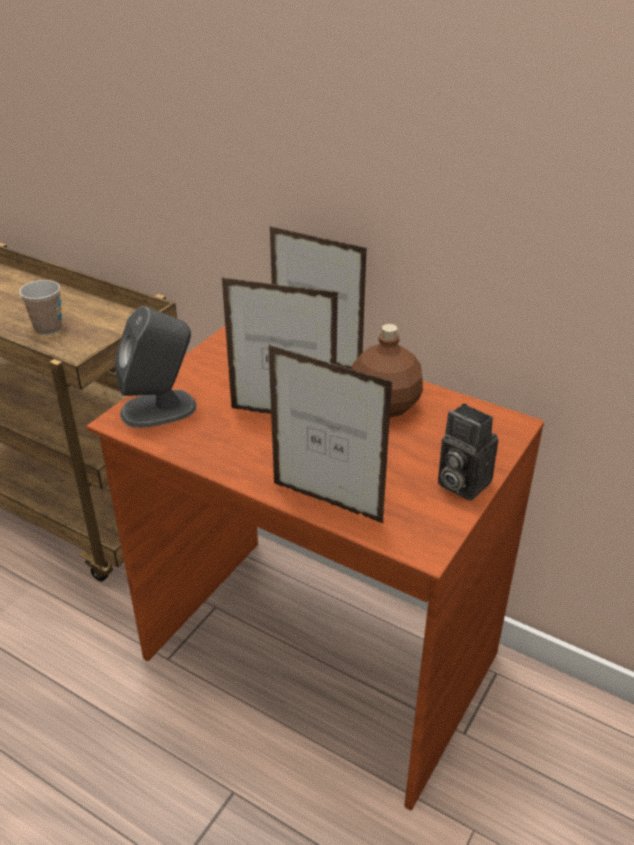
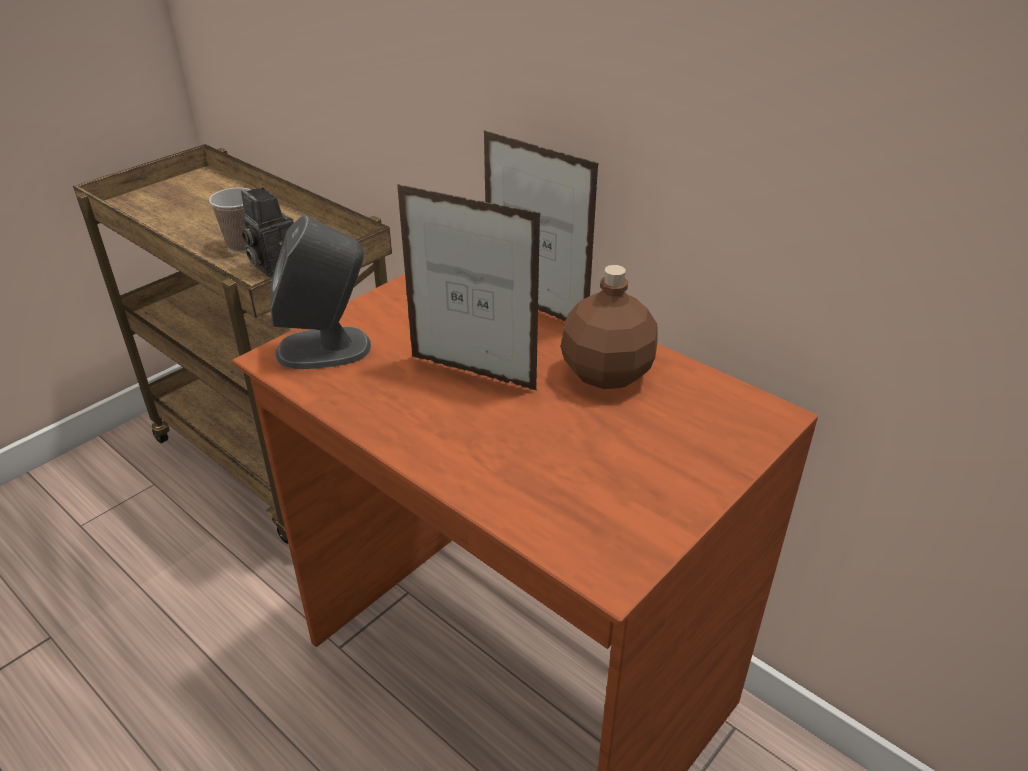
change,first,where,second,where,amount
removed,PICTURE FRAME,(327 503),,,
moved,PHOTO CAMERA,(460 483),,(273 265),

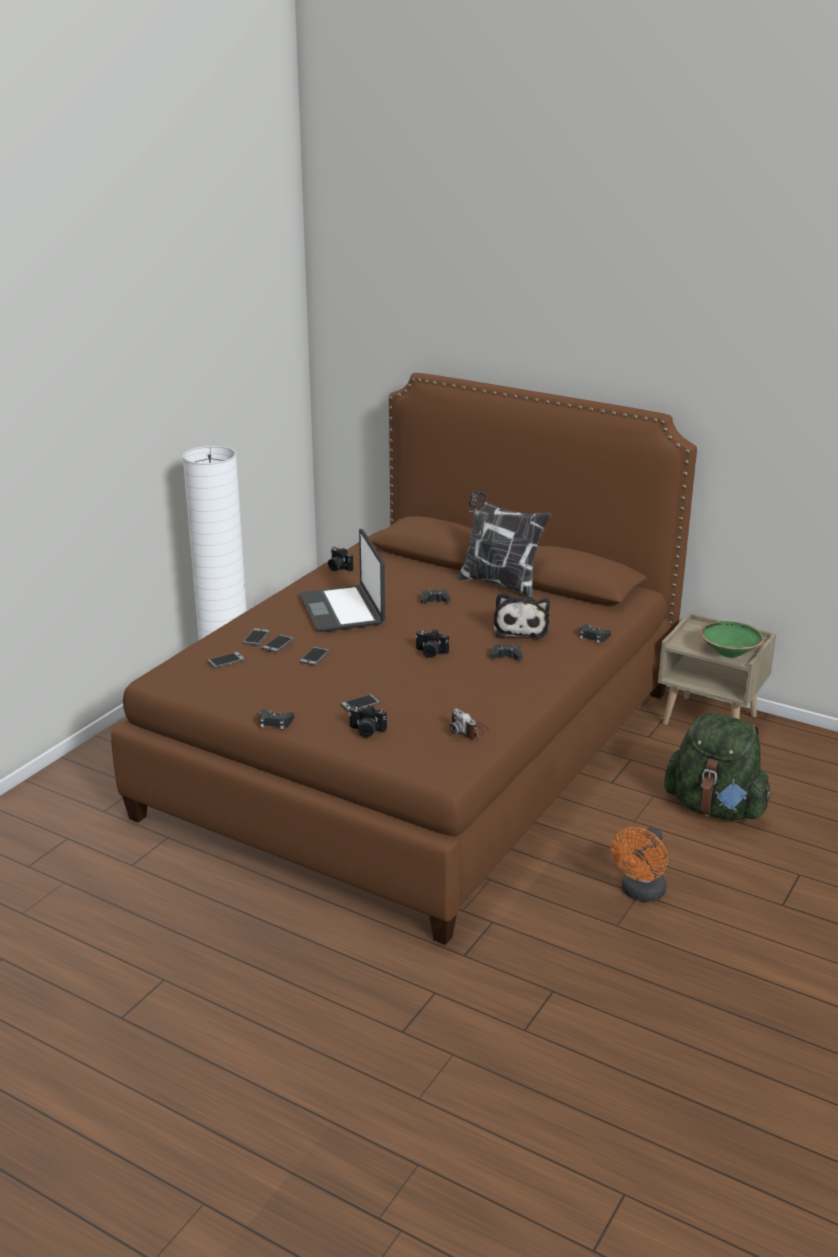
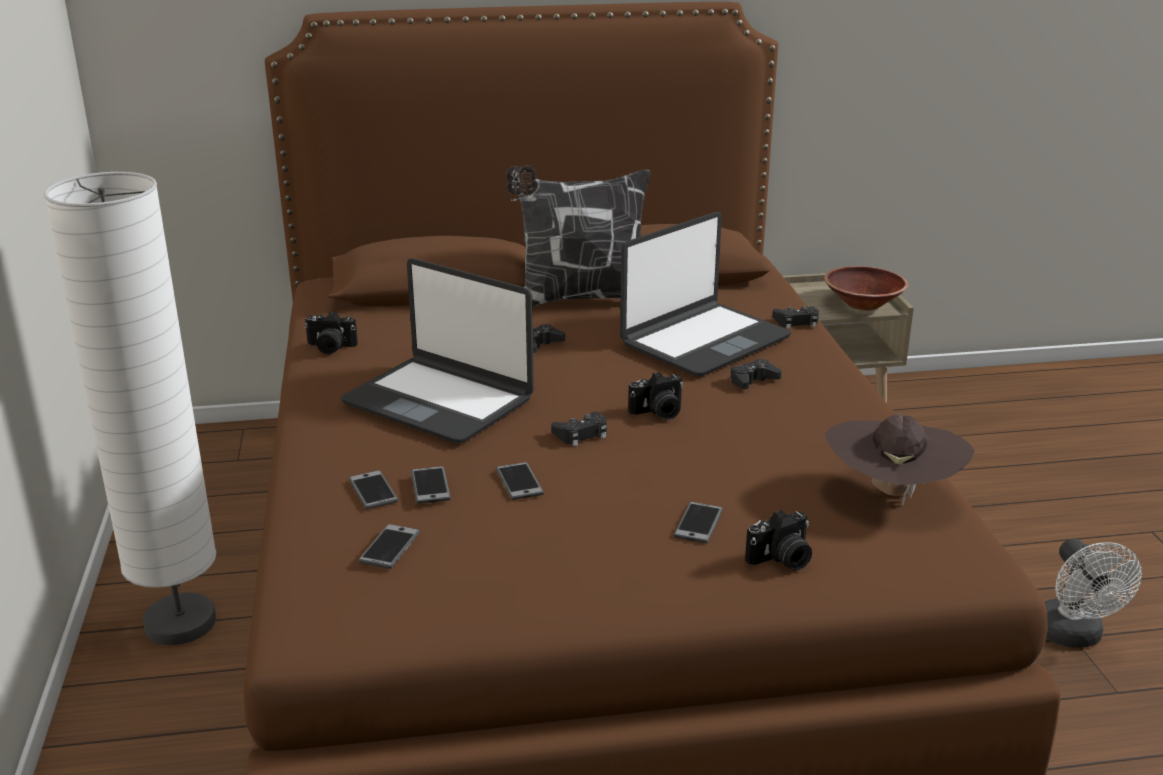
change,first,where,second,where,amount
removed,GREEN BACKPACK,(715 808),,,
moved,BLACK GAME CONTROLLER,(275 722),,(581 434),
replaced,PHOTO CAMERA,(469 730),BROWN HAT,(892 494),
replaced,PLUSH TOY,(521 628),LAPTOP,(704 341),
recoloured,ORANGE FAN,(640 893),WHITE FAN,(1073 636),
recoloured,GREEN BOWL,(729 651),BROWN BOWL,(863 304),

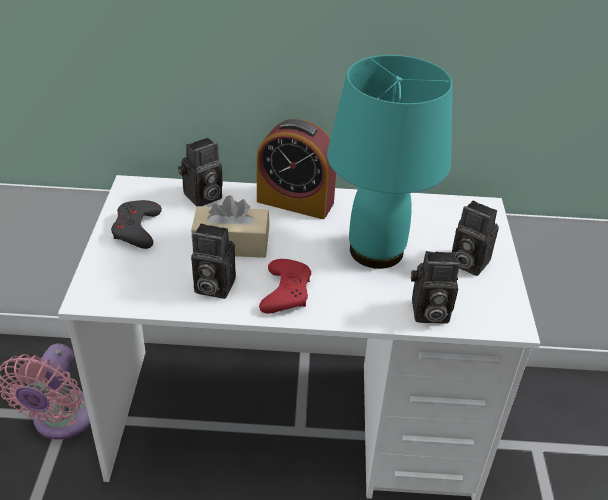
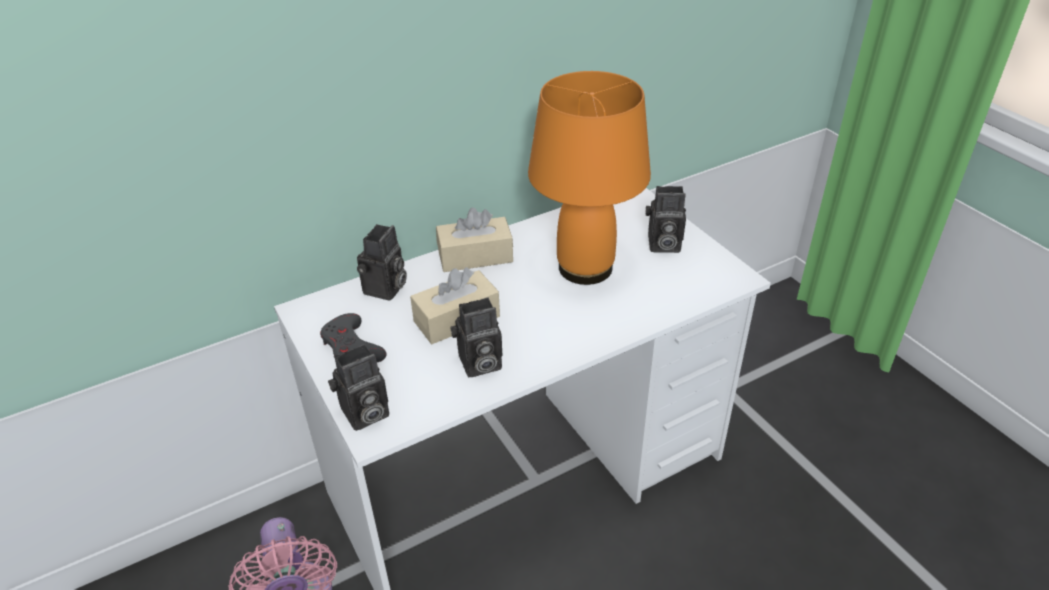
change,first,where,second,where,amount
removed,RED GAME CONTROLLER,(286 291),,,
moved,PHOTO CAMERA,(428 313),,(364 415),
replaced,ALARM CLOCK,(295 202),BEIGE TISSUE BOX,(475 256),
recoloured,TURQUOISE TABLE LAMP,(376 252),ORANGE TABLE LAMP,(586 269),

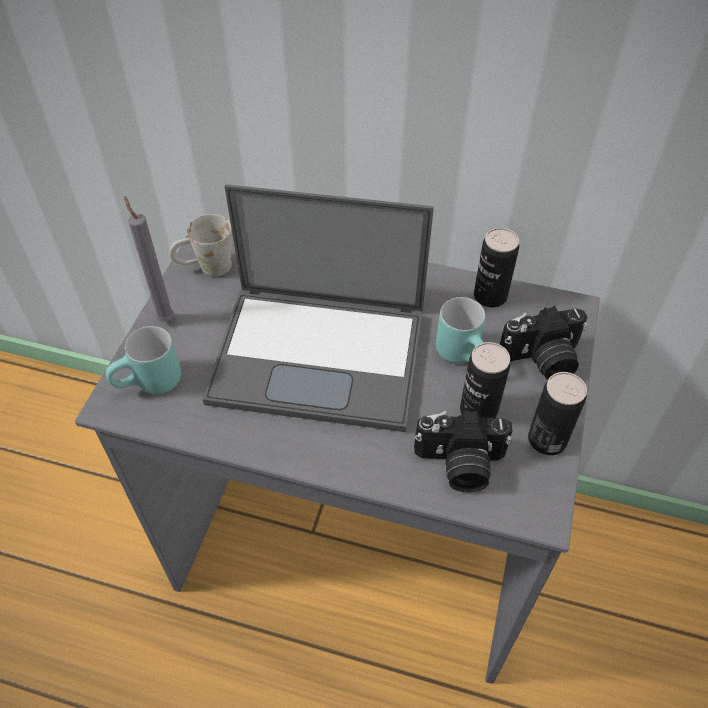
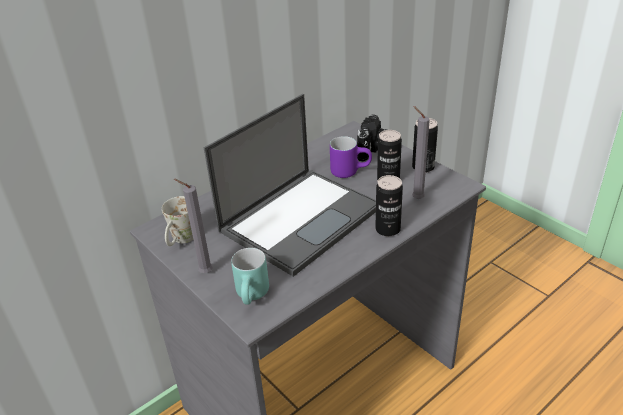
change,first,where,second,where,amount
moved,CAN,(490 296),,(387 229),
replaced,PHOTO CAMERA,(459 465),GREY CANDLE,(416 198),
recoloured,TURQUOISE MUG,(465 355),PURPLE MUG,(350 171),

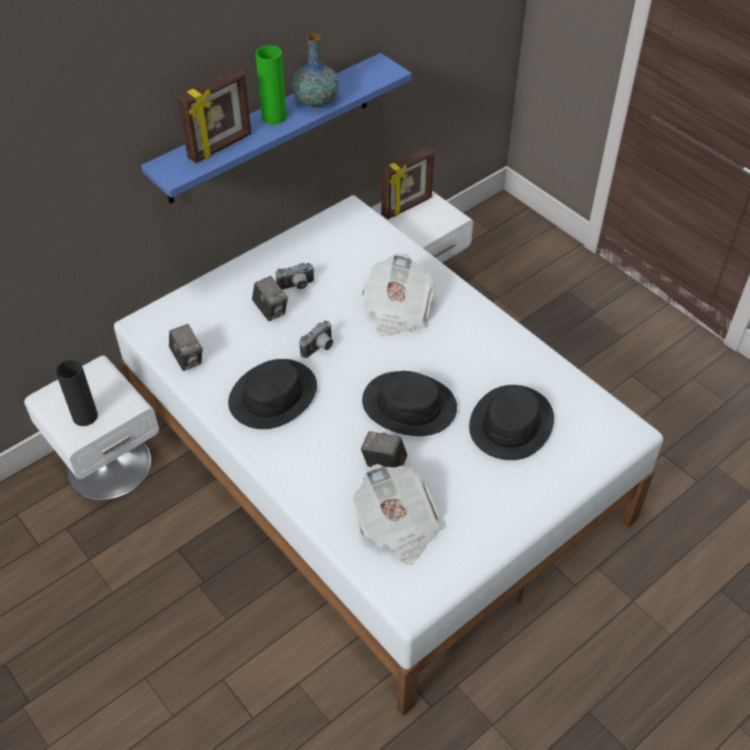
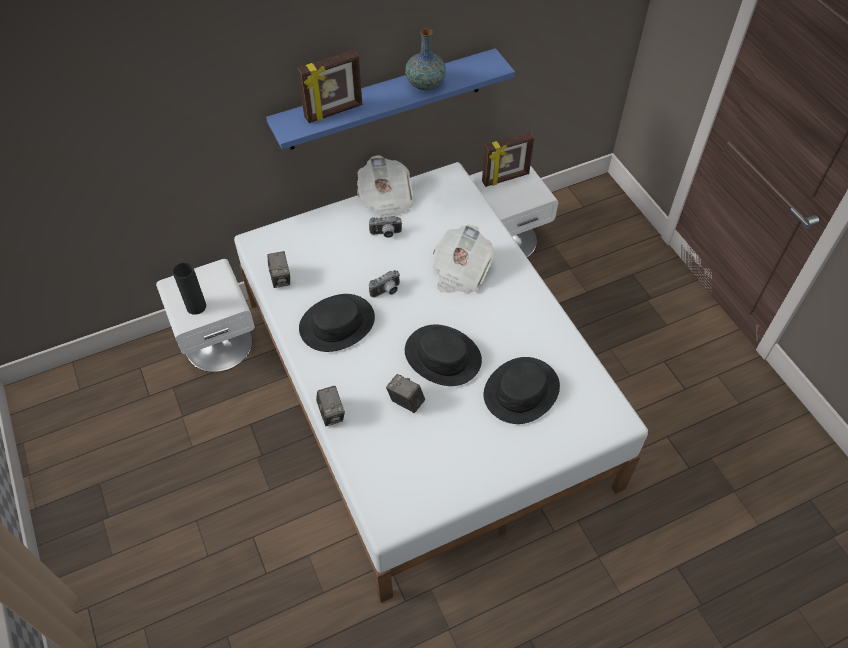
change,first,where,second,where,amount
removed,GREEN VASE,(274 117),,,
moved,PHOTO CAMERA,(271 310),,(331 414),
moved,NEWSPAPER,(397 526),,(385 200),

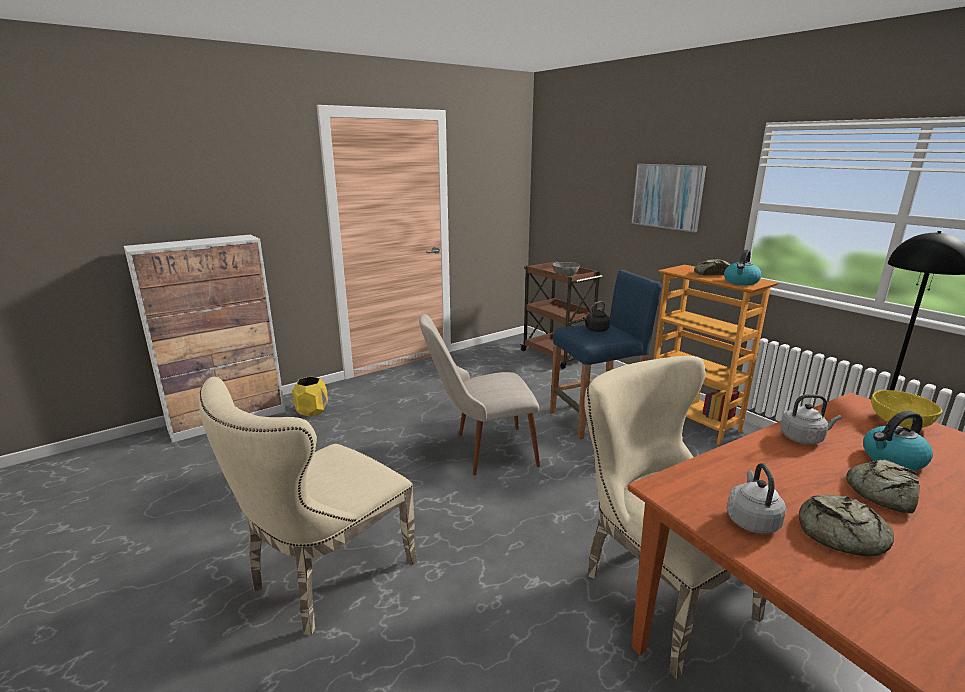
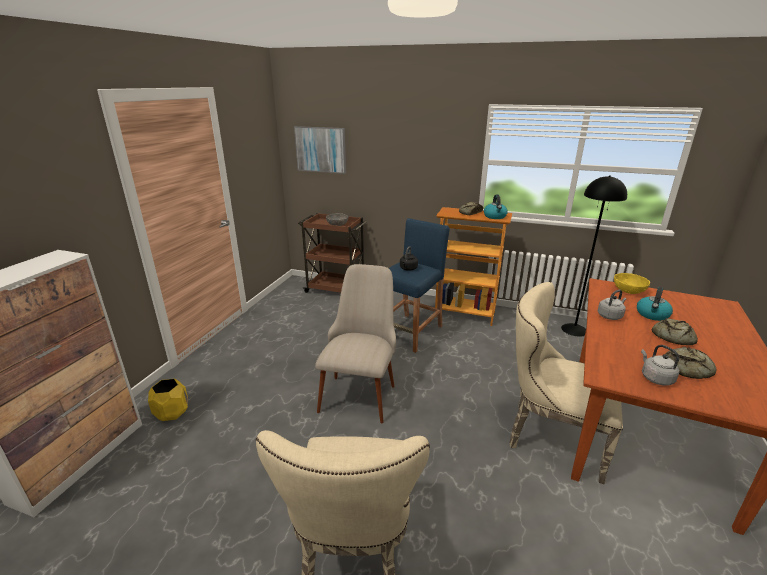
change,first,where,second,where,amount
moved,PICTURE,(667 196),,(321 149),
turned,BEIGE CHAIR,(481 451),,(361 389),150 degrees clockwise

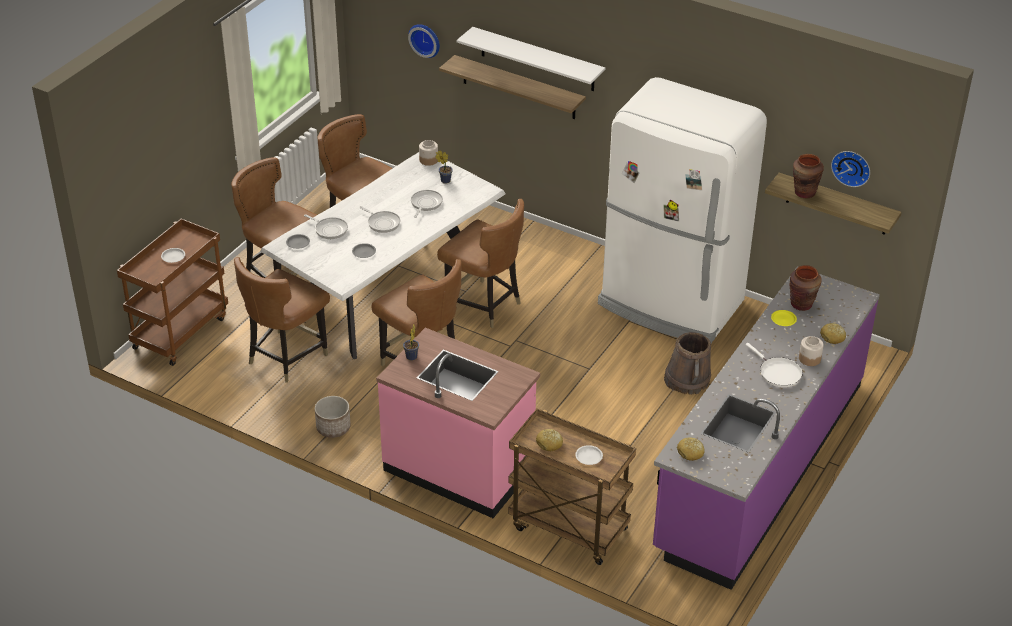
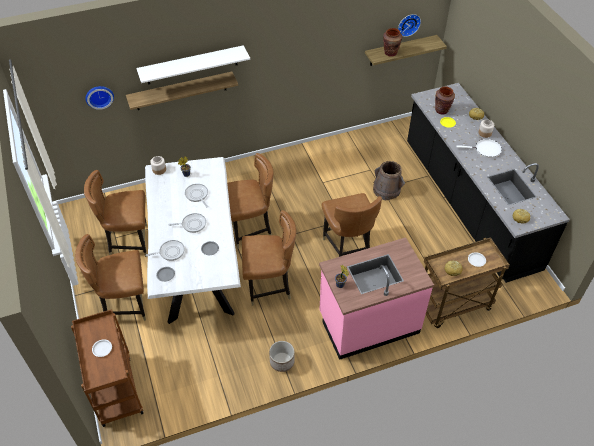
change,first,where,second,where,amount
removed,WHITE FRIDGE,(670 304),,,
moved,BROWN CHAIR,(286 357),,(347 248),
recoloured,PURPLE COUNTER,(759 465),BLACK COUNTER,(468 204),

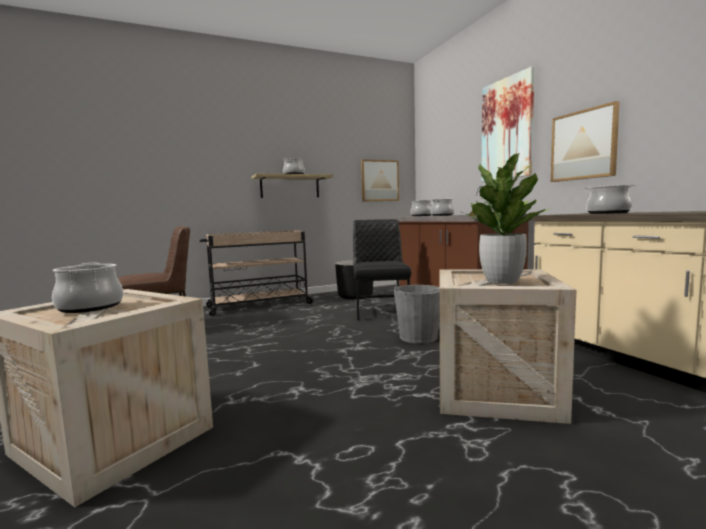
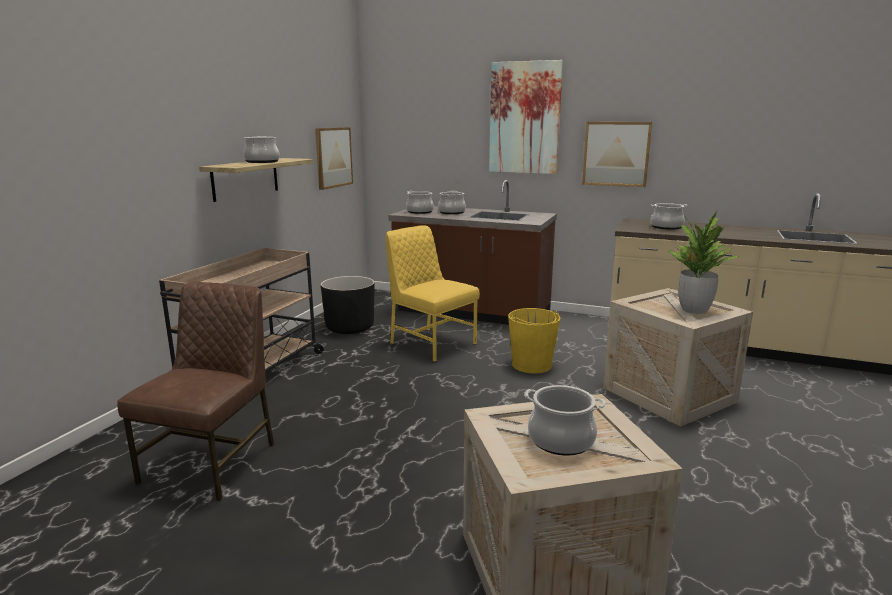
change,first,where,second,where,amount
recoloured,BLACK CHAIR,(380 312),YELLOW CHAIR,(431 343),
recoloured,GREY BUCKET,(418 337),YELLOW BUCKET,(531 365),

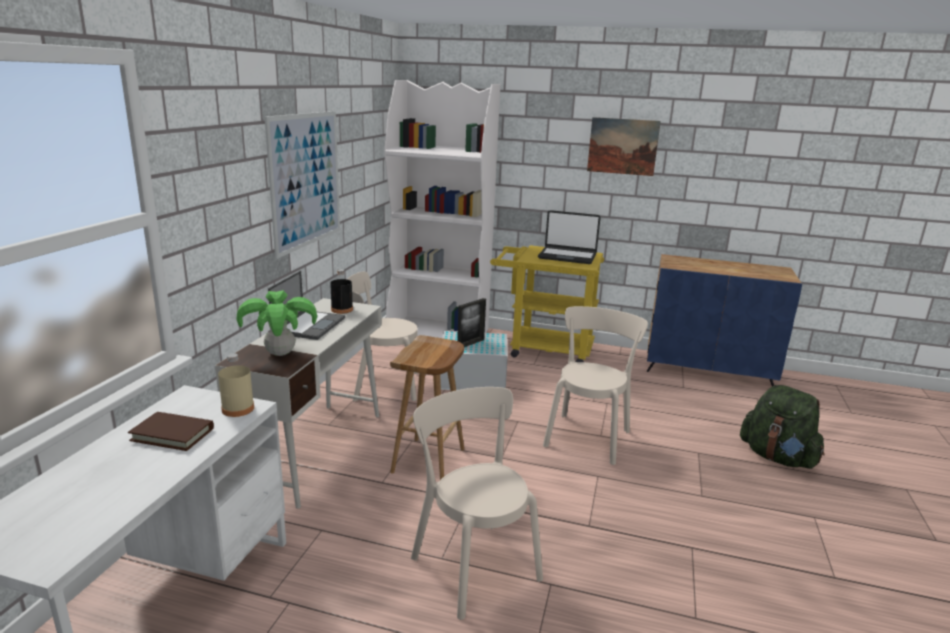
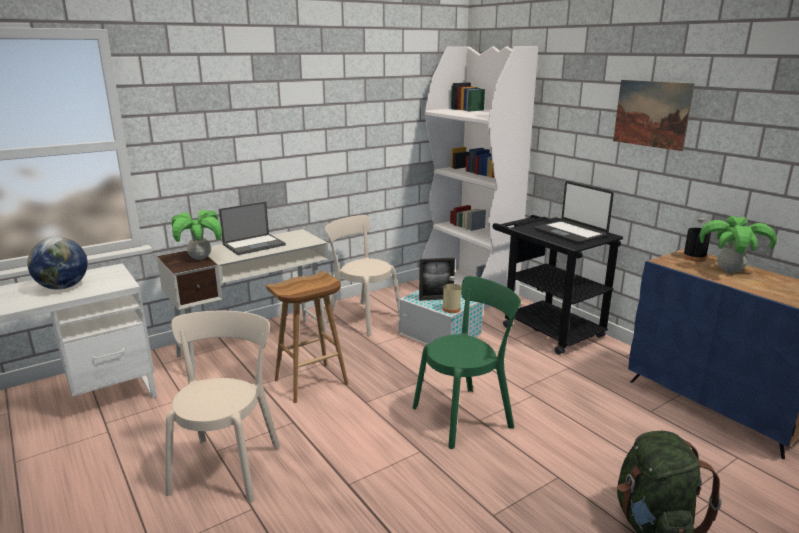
change,first,where,second,where,amount
removed,PICTURE,(306 180),,,
added,,,POTTED PLANT,(729 271),
moved,BEIGE BOTTLE,(238 409),,(451 309),
moved,BLACK BOTTLE,(342 309),,(694 257),
replaced,BROWN BOOK,(172 434),GLOBE,(63 287),
recoloured,YELLOW CART,(543 349),BLACK CART,(545 328),
recoloured,BEIGE CHAIR,(588 436),GREEN CHAIR,(466 416),

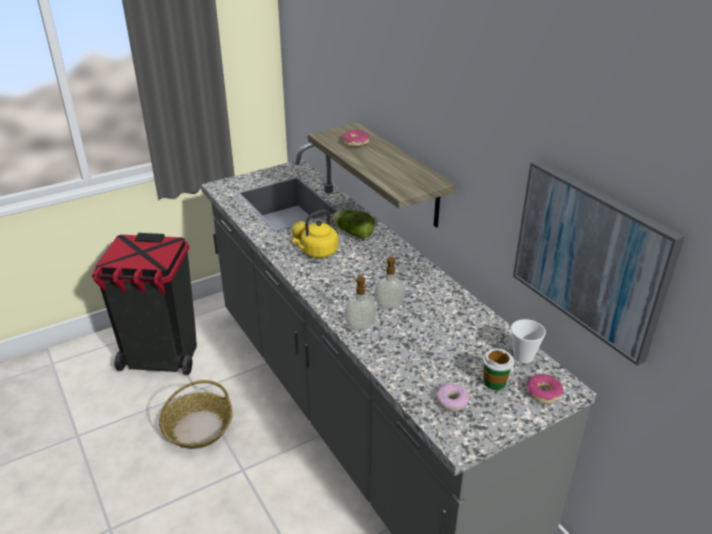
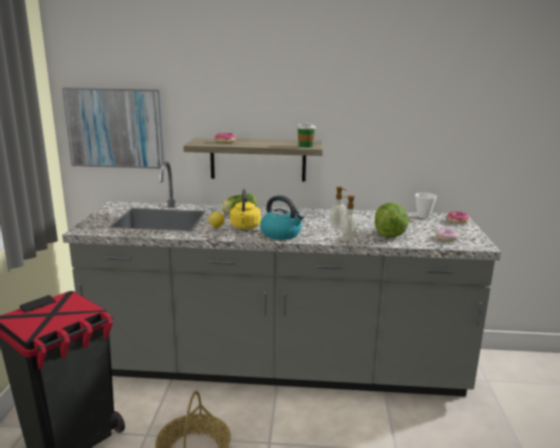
change,first,where,second,where,amount
added,,,KETTLE,(281 234),
added,,,LETTUCE,(390 234),
moved,CUP,(494 382),,(305 146),
moved,PICTURE,(590 257),,(116 128),

